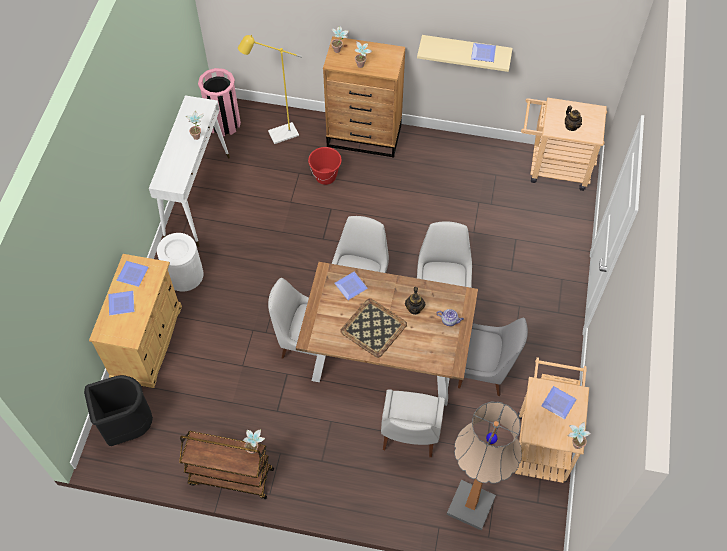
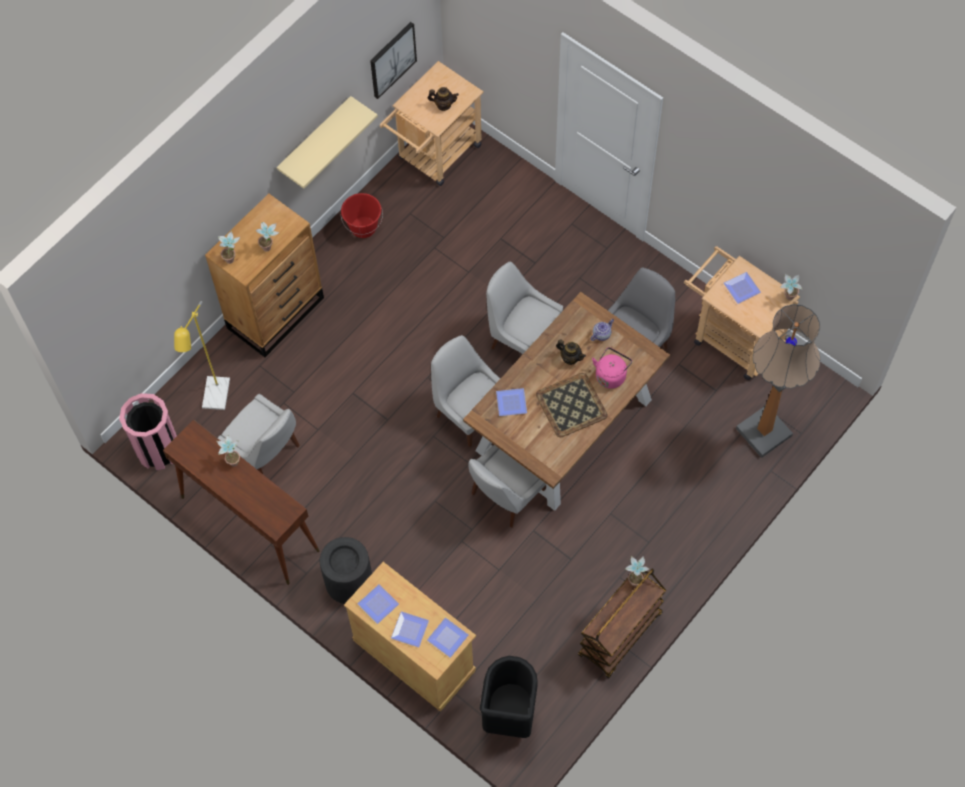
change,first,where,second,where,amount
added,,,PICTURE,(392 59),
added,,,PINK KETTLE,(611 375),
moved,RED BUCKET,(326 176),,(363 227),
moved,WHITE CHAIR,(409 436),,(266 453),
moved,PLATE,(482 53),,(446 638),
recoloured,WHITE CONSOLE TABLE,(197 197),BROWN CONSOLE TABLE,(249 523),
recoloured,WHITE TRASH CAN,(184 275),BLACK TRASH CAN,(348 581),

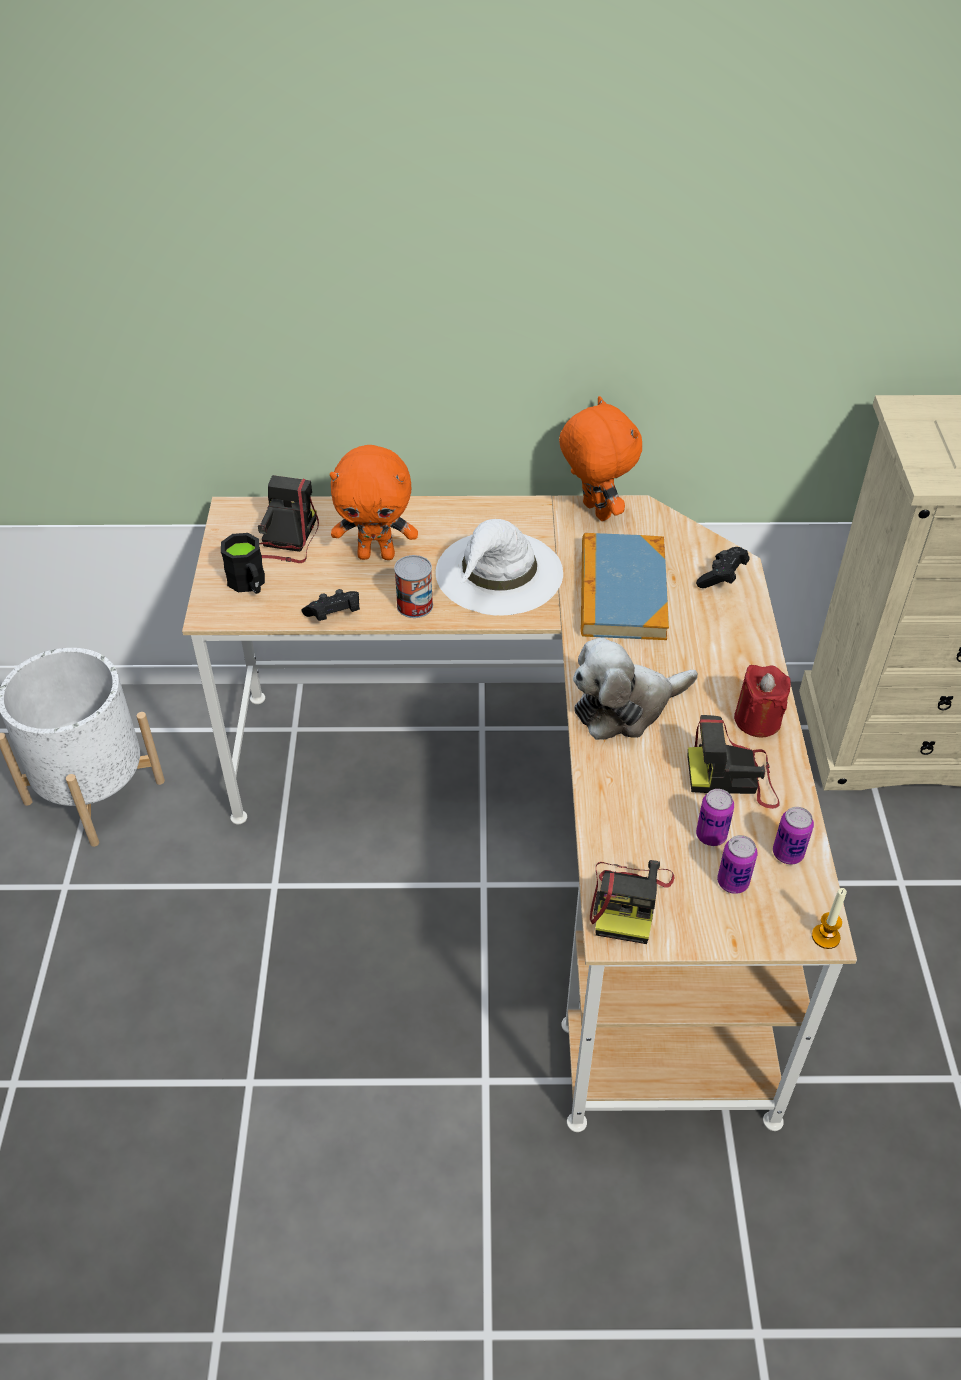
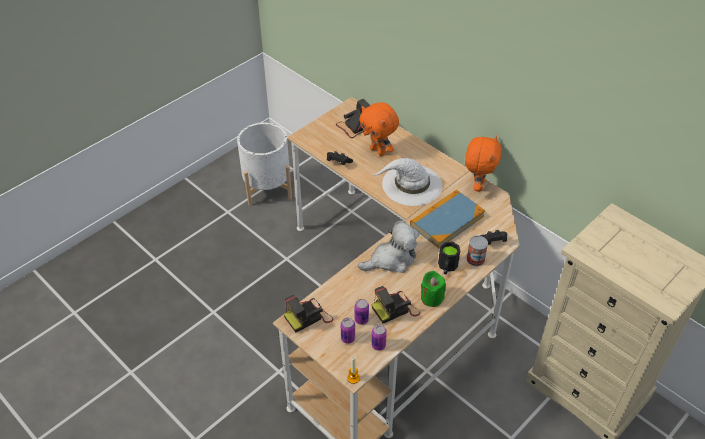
change,first,where,second,where,amount
moved,BLACK MUG,(249 584),,(447 267),
moved,CAN,(414 605),,(475 259),
recoloured,RED CANDLE,(757 720),GREEN CANDLE,(431 298),
turned,PLUSH TOY,(625 707),,(391 259),135 degrees clockwise
turned,PHOTO CAMERA,(733 777),,(395 309),75 degrees counterclockwise

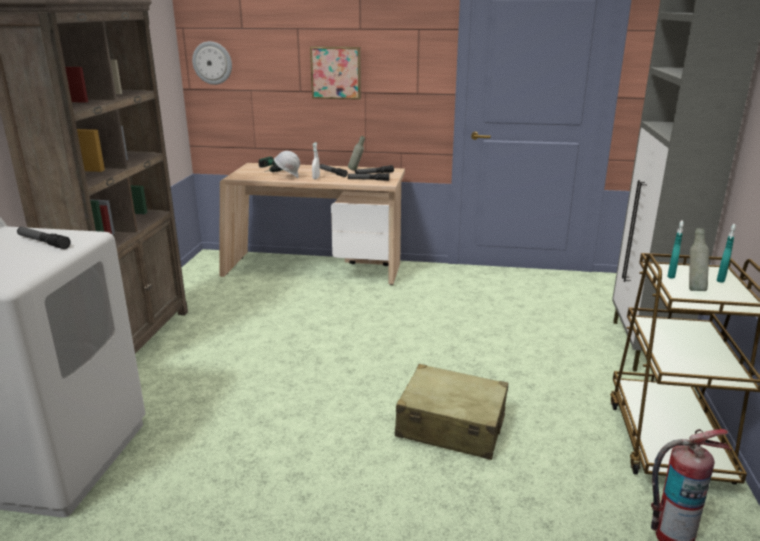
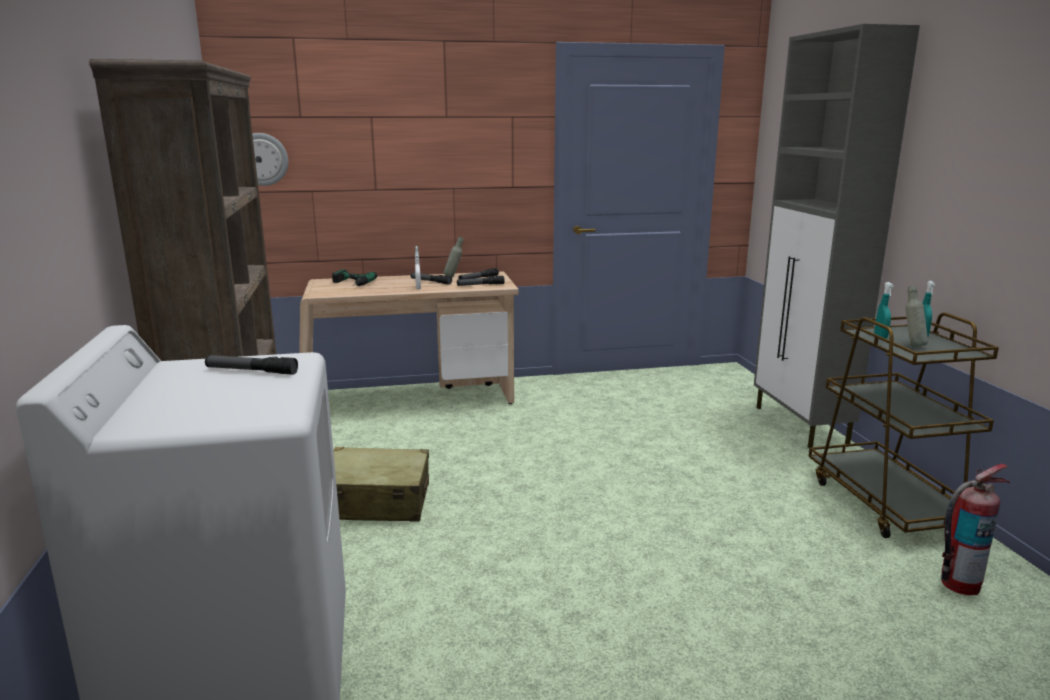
change,first,where,second,where,amount
removed,WHITE HARD HAT,(288 177),,,
removed,PICTURE,(336 72),,,
moved,BEIGE SUITCASE,(451 426),,(376 501),

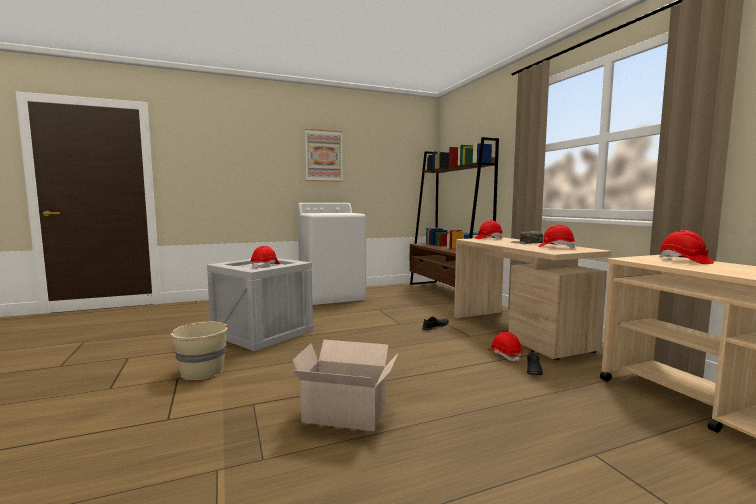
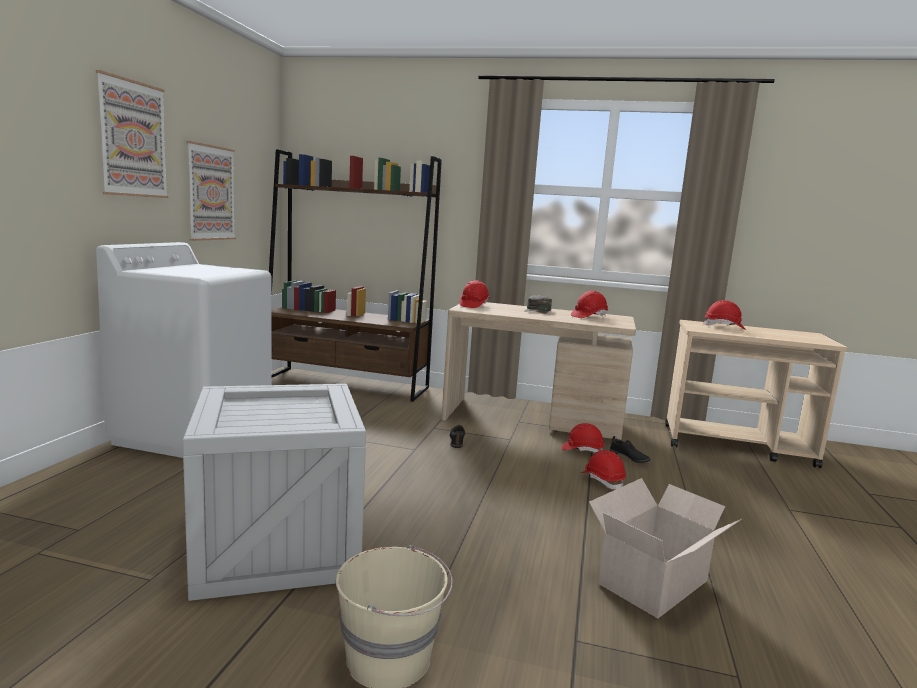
change,first,where,second,where,amount
added,,,PICTURE,(211 193),
moved,RED HARD HAT,(265 266),,(602 480),

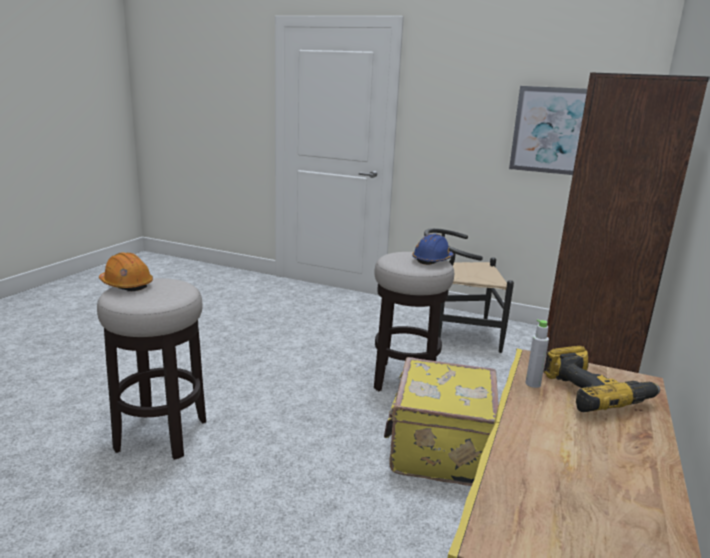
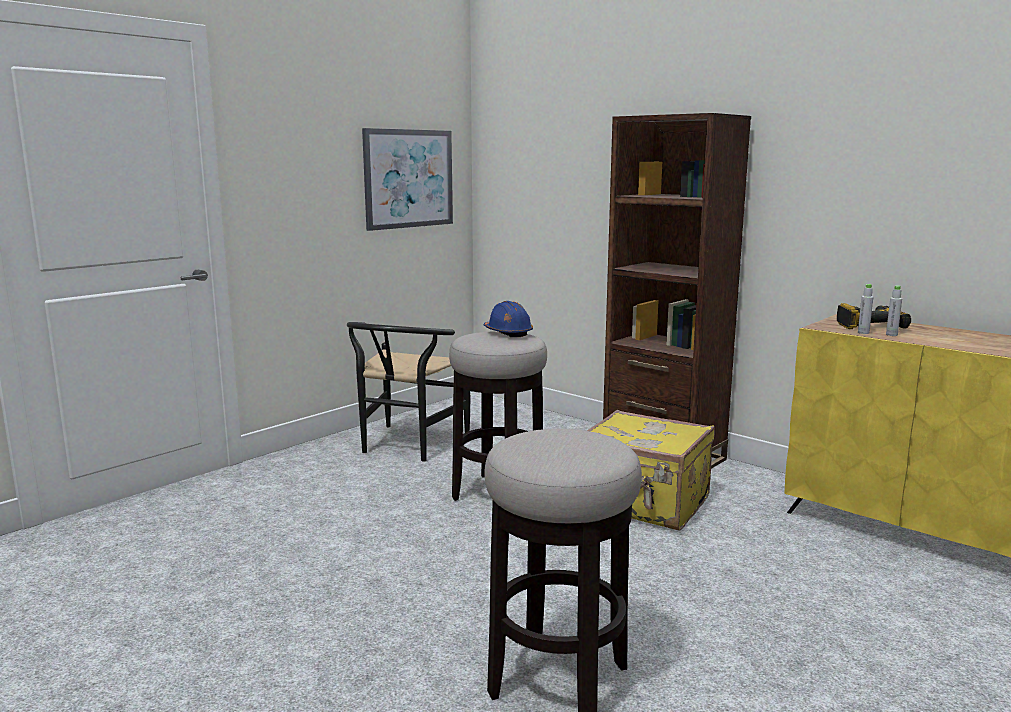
change,first,where,second,where,amount
removed,ORANGE HARD HAT,(126 284),,,
added,,,GREY BOTTLE,(891 335),

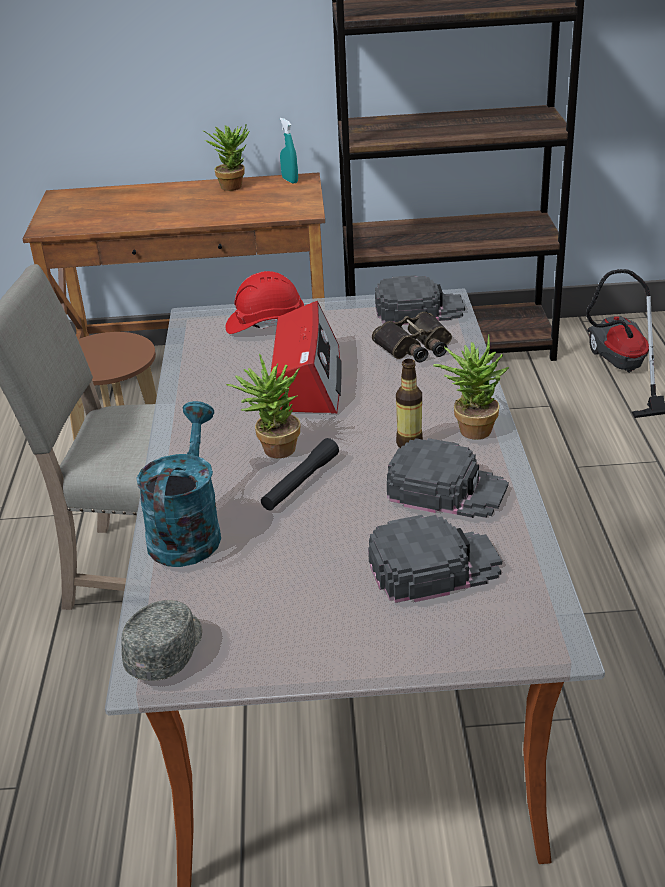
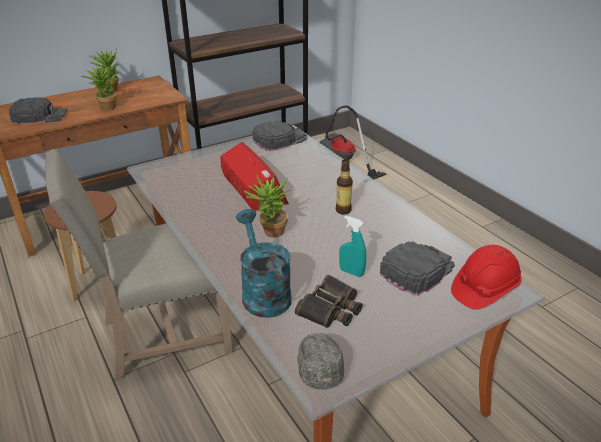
change,first,where,second,where,amount
removed,BLACK FLASHLIGHT,(300 482),,,
moved,RED HARD HAT,(265 324),,(484 289),
moved,TURQUOISE SPRAY BOTTLE,(290 180),,(351 272),
moved,BINOCULARS,(415 347),,(331 309),
moved,BLACK CAP,(446 489),,(39 116),
moved,POTTED PLANT,(470 428),,(106 106),

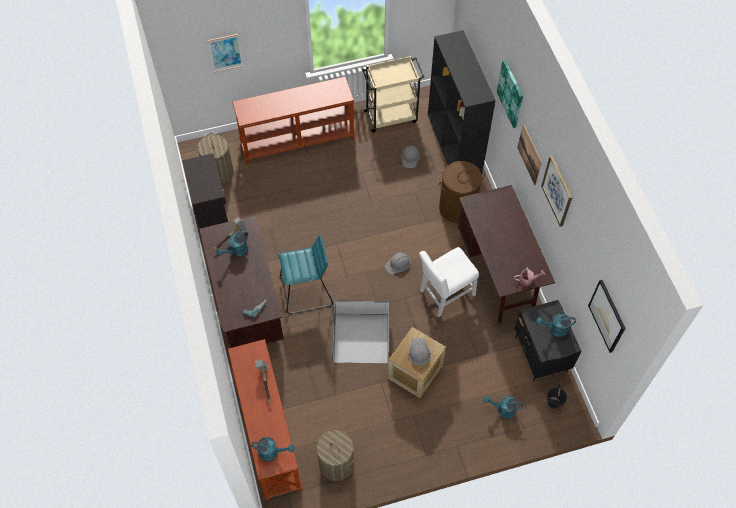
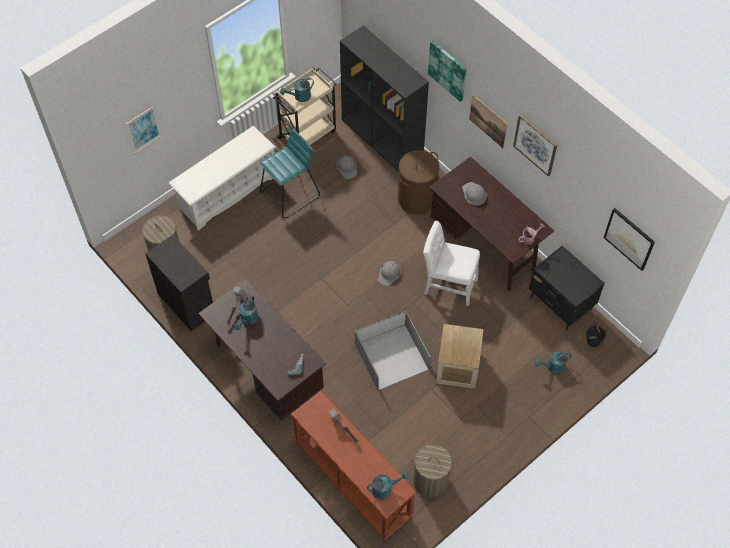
change,first,where,second,where,amount
moved,TURQUOISE STOOL,(306 292),,(290 194),
moved,GREY HARD HAT,(419 352),,(474 194),
moved,TURQUOISE WATERING CAN,(555 329),,(299 97),
replaced,BROWN CONSOLE TABLE,(297 140),WHITE SHOE RACK,(227 192),
turned,WHITE CHAIR,(445 295),,(448 285),75 degrees clockwise

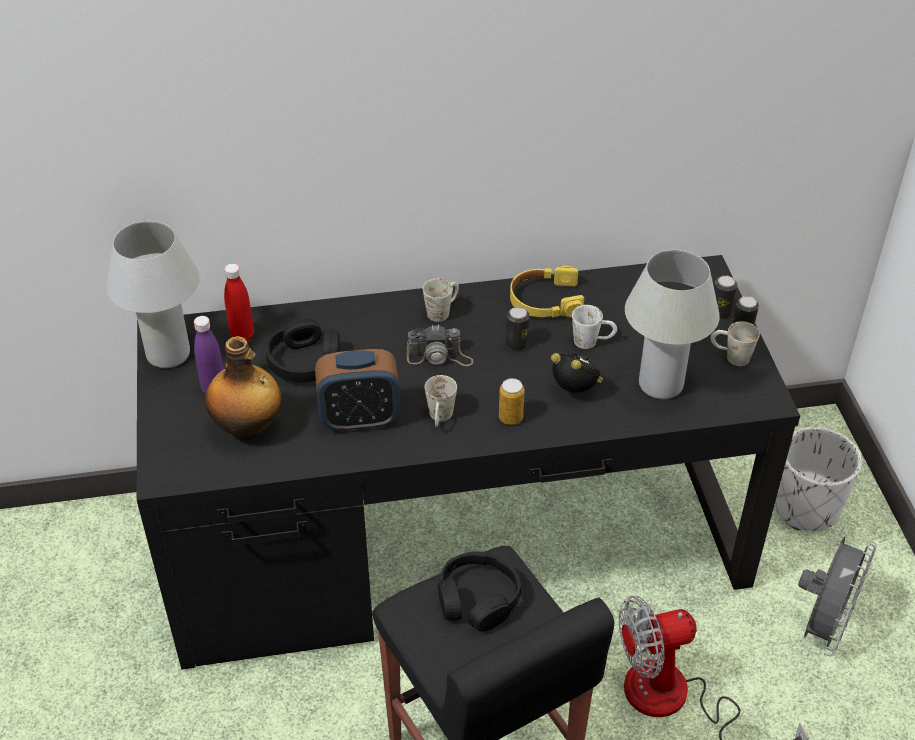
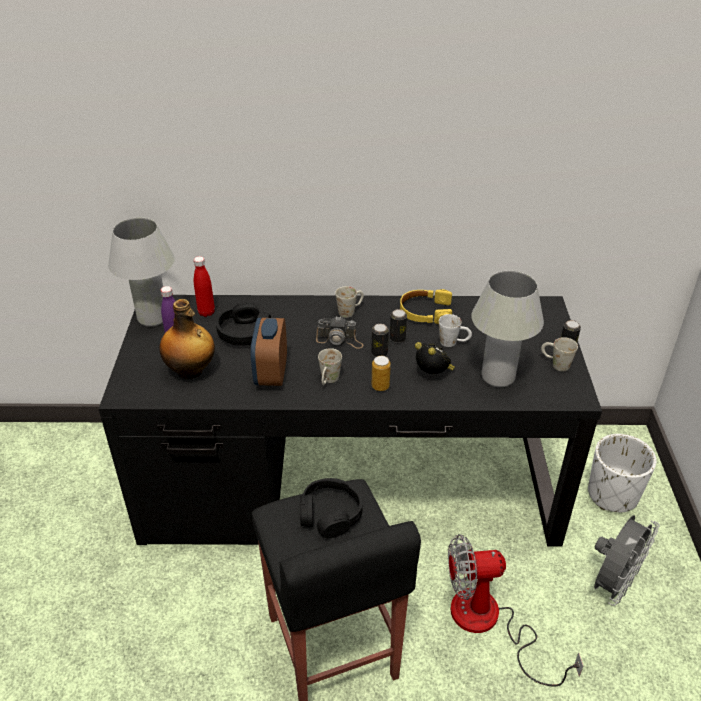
change,first,where,second,where,amount
moved,CAN,(720 313),,(379 353),
turned,ALARM CLOCK,(360 419),,(271 374),90 degrees clockwise

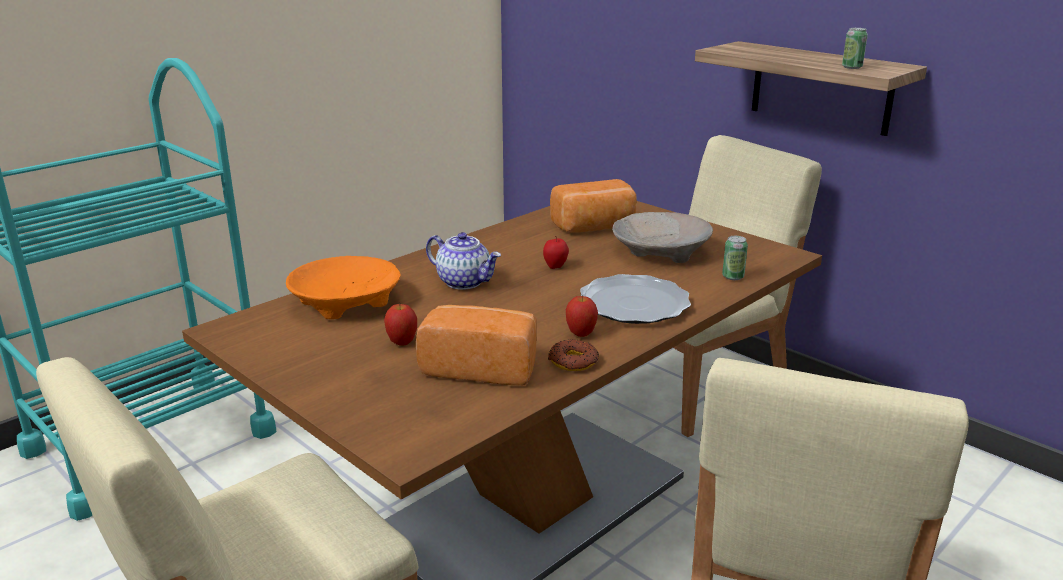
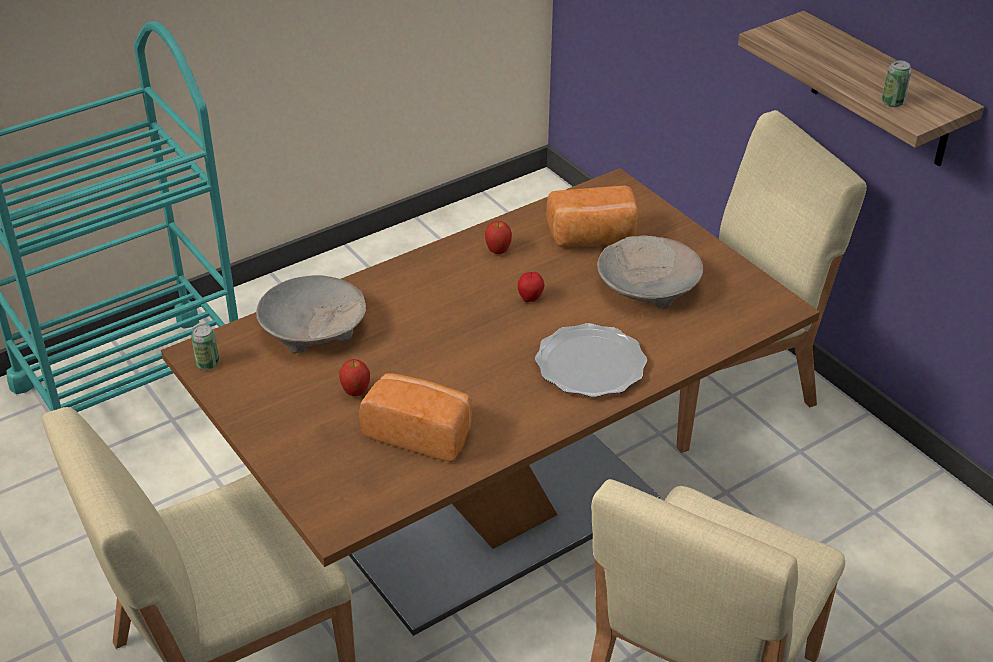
change,first,where,second,where,amount
removed,TEAPOT,(464 282),,,
removed,DONUT,(573 361),,,
moved,APPLE,(581 334),,(498 251),
moved,CAN,(733 277),,(208 363),
recoloured,ORANGE BOWL,(344 302),BEIGE BOWL,(312 328),

